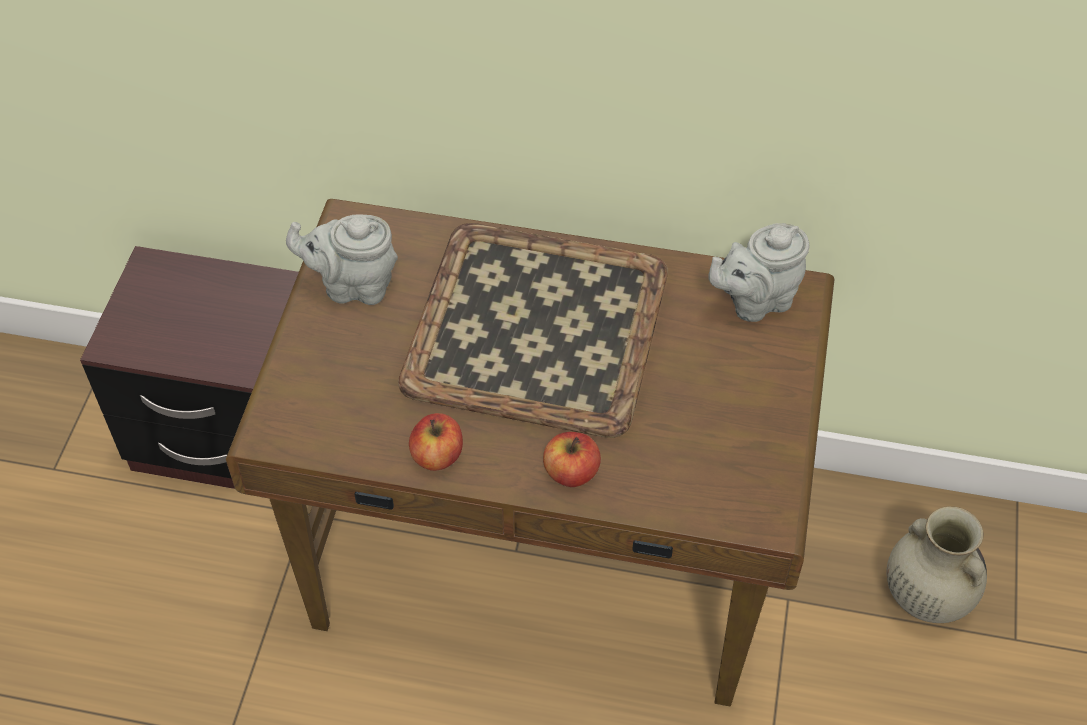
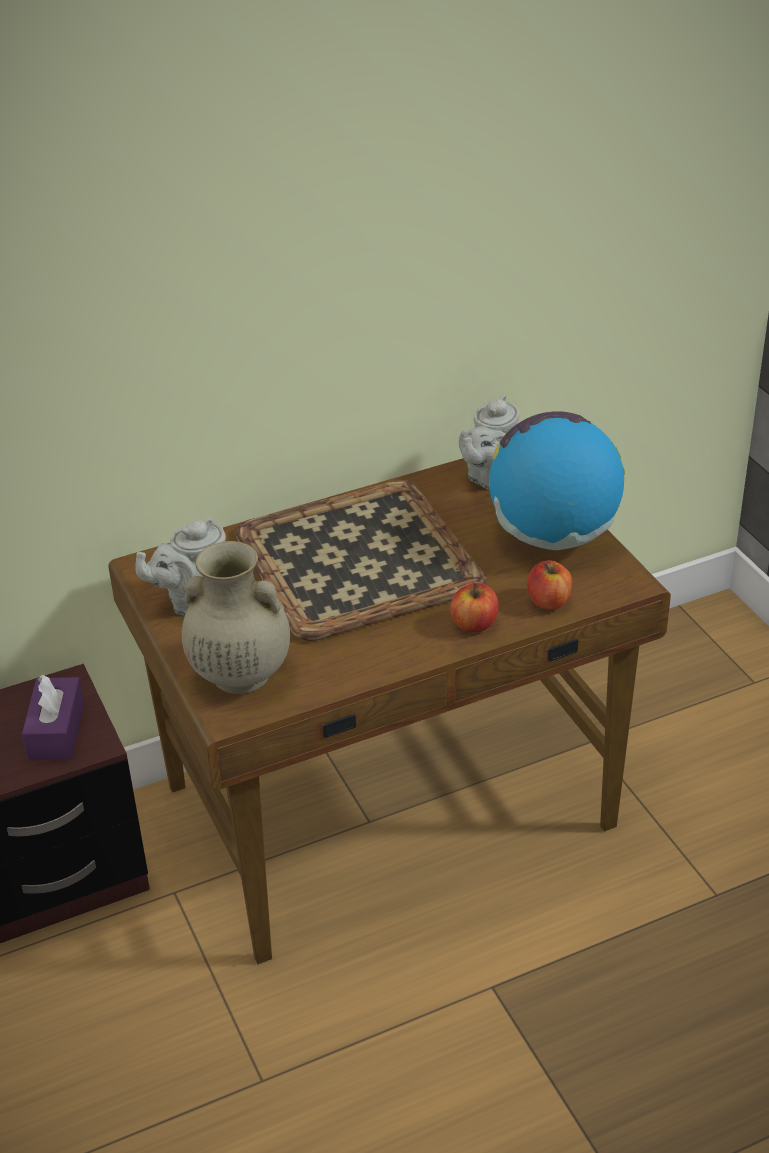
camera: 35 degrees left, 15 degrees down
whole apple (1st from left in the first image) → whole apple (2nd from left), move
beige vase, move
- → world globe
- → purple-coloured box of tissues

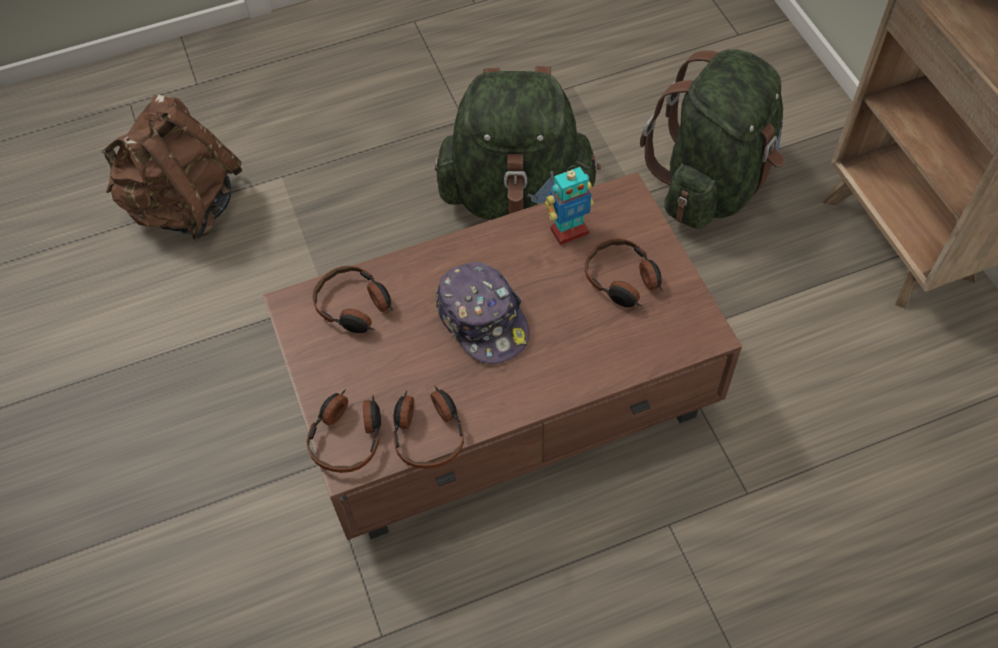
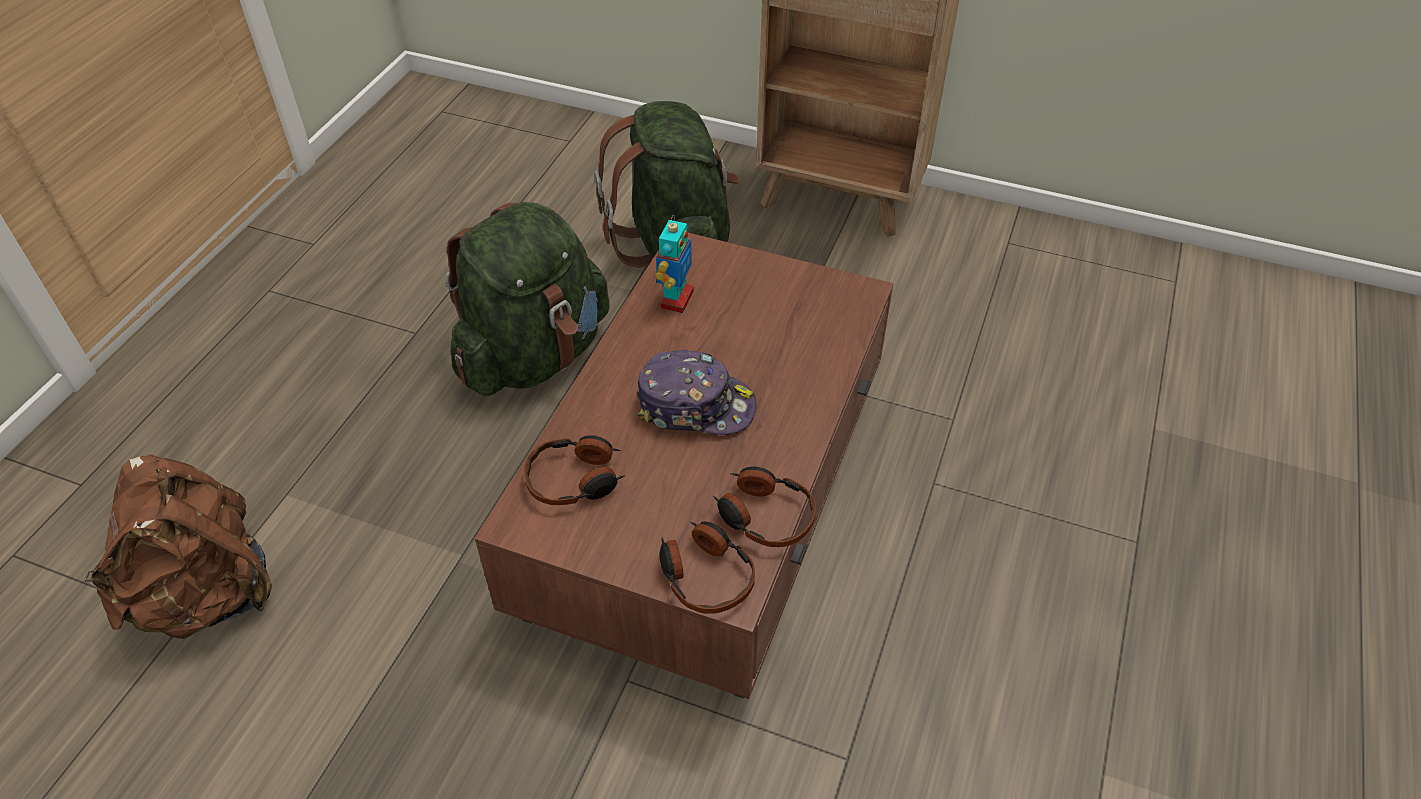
camera: 50 degrees left, 10 degrees down
headset (4th from left) → -

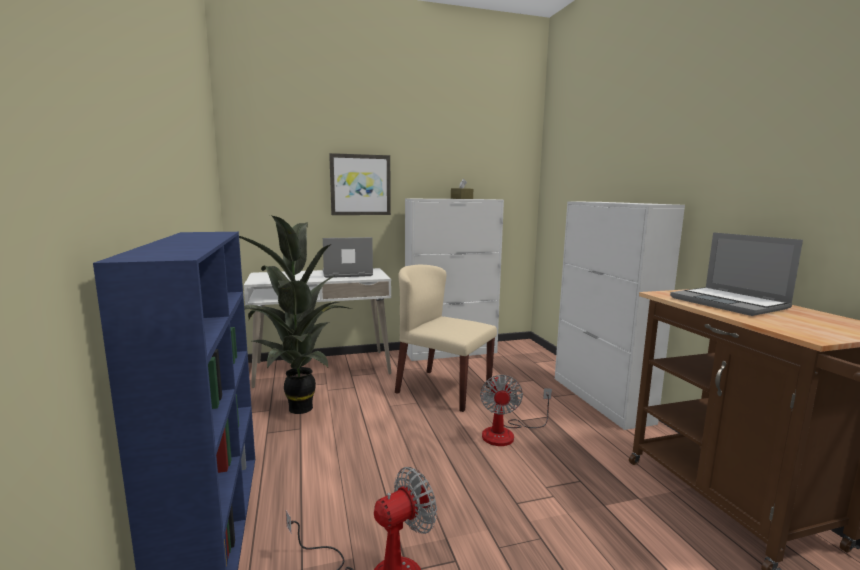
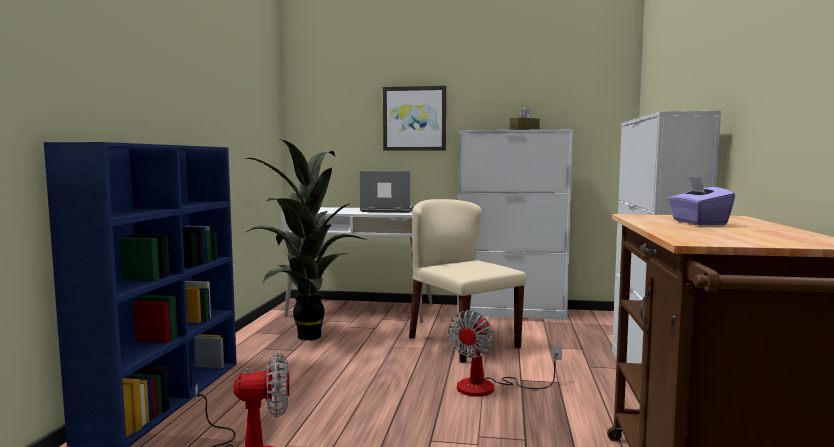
camera: 25 degrees right, 5 degrees down
portable computer (2nd from left) → purple-coloured box of tissues

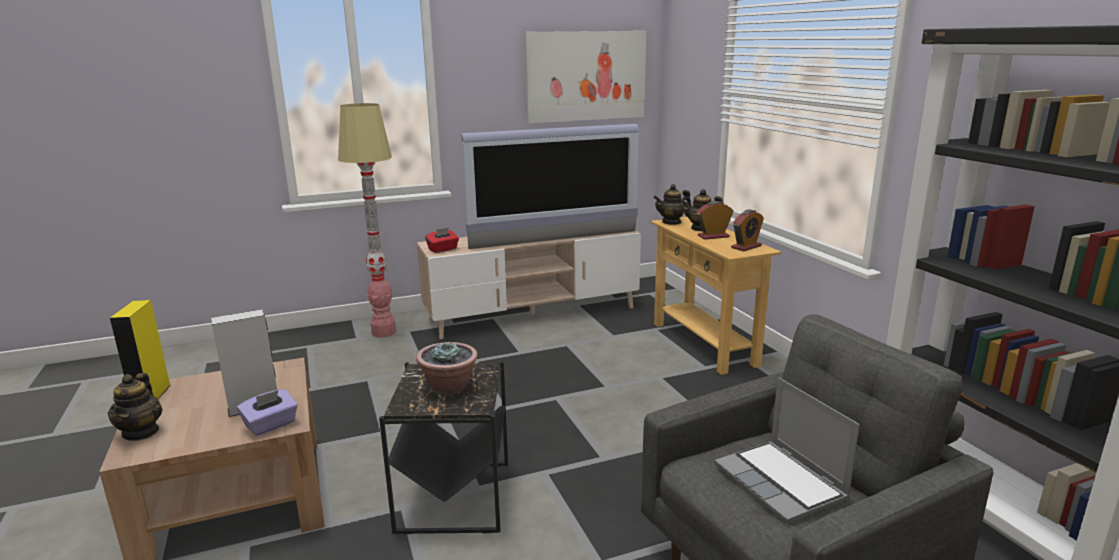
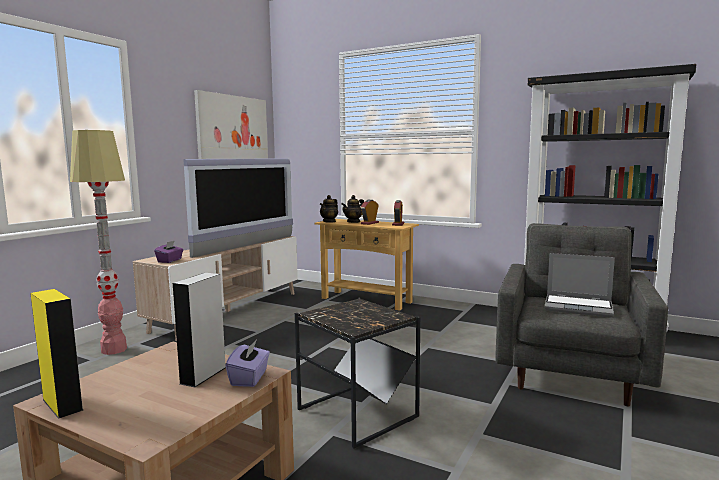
camera: 40 degrees left, 10 degrees down
red box of tissues → purple-coloured box of tissues (1st from left)
houseplant → -
pot for tea (1st from left) → -

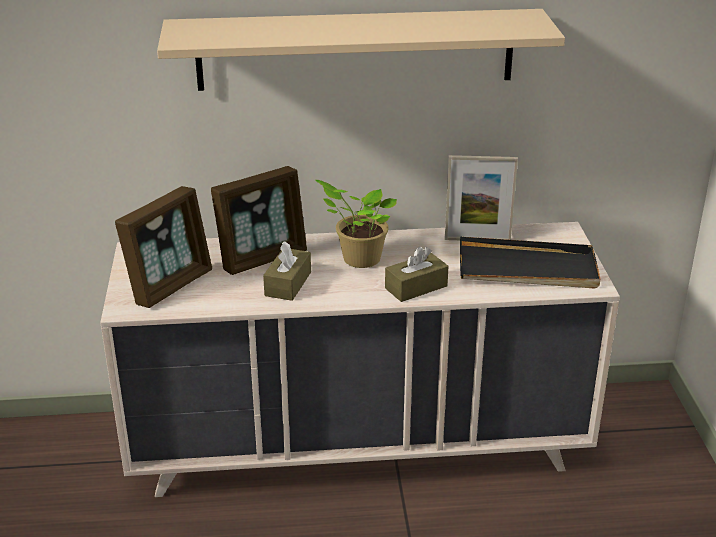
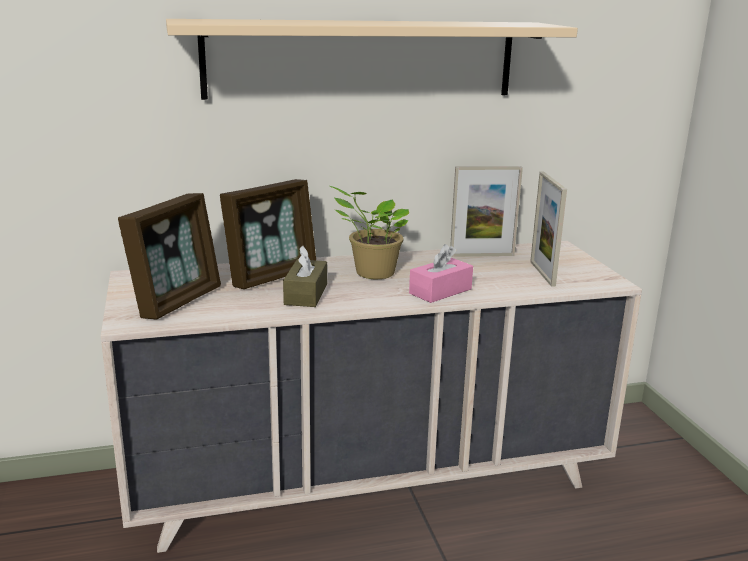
camera: 10 degrees left, 10 degrees down
black-coloured carrying tray → photo frame (4th from left)
brown box of tissues (2nd from left) → pinkish box of tissues

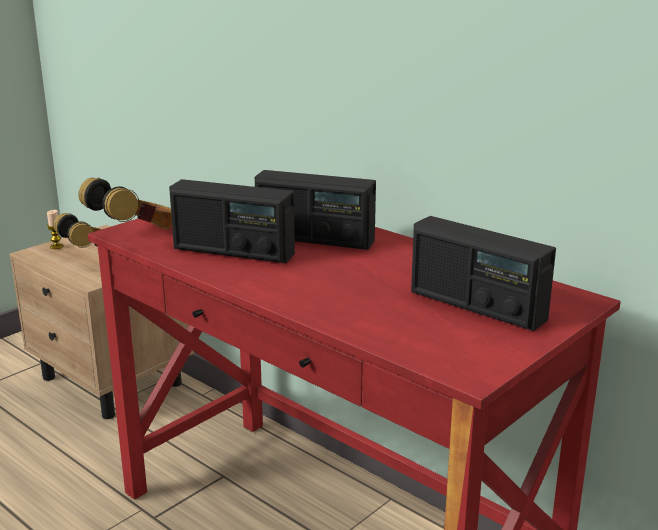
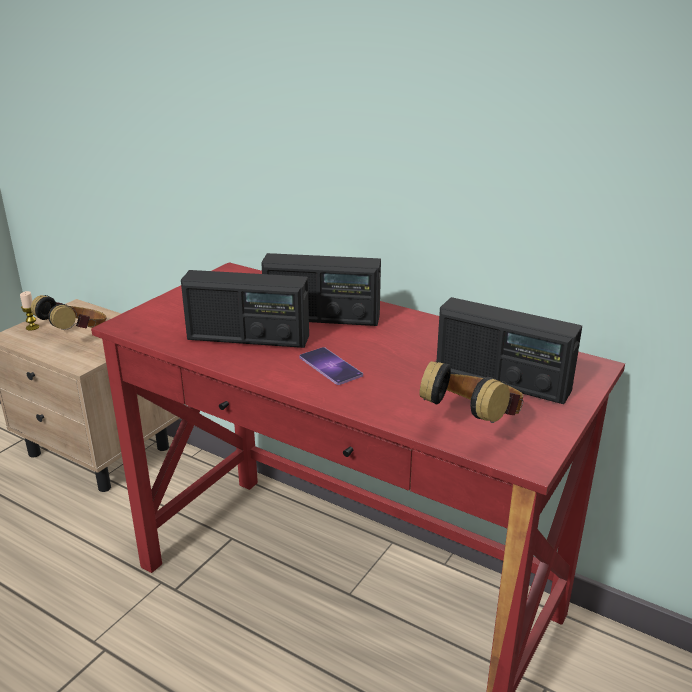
camera: 10 degrees left, 5 degrees up
headset (2nd from left), move
- → phone

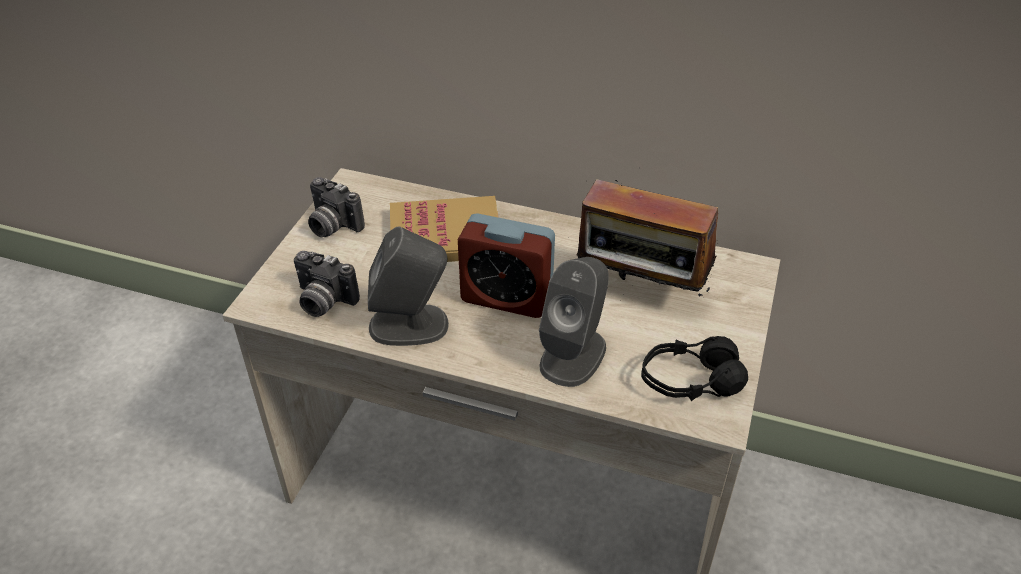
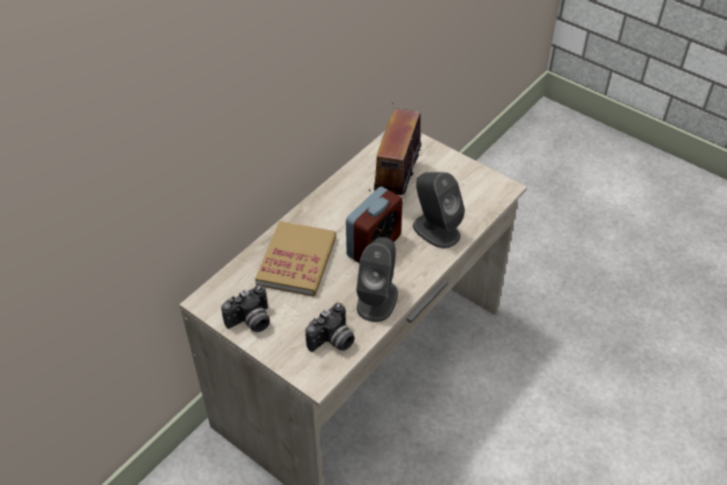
camera: 70 degrees left, 5 degrees up
radio set, 150 degrees clockwise
black-coloured headset → -

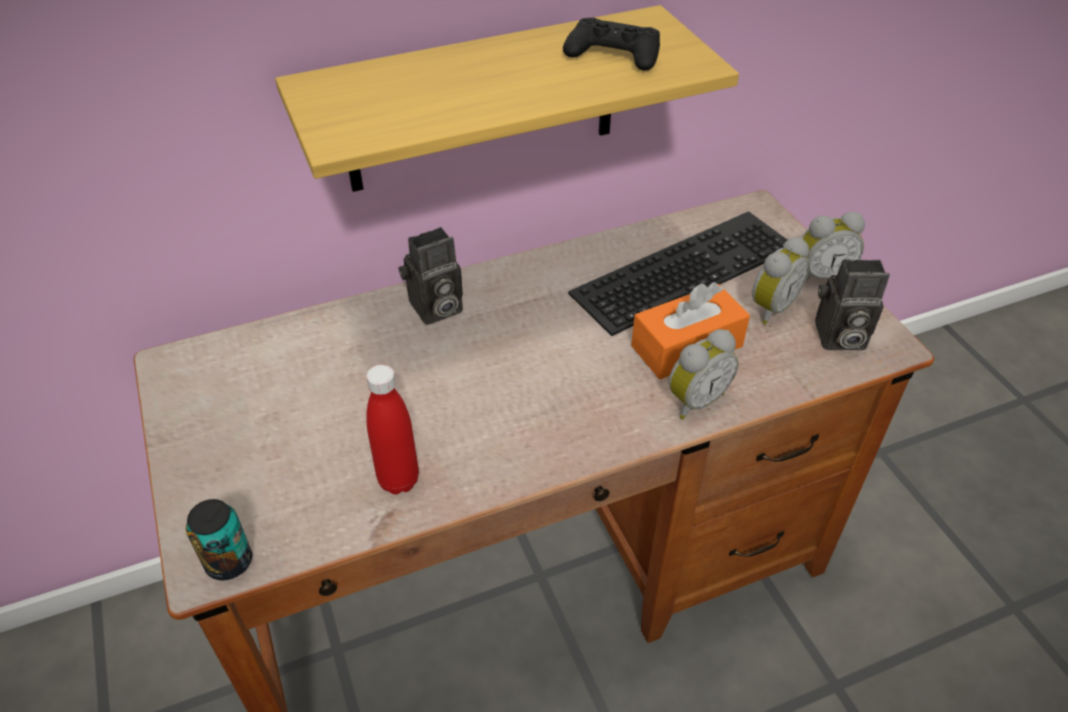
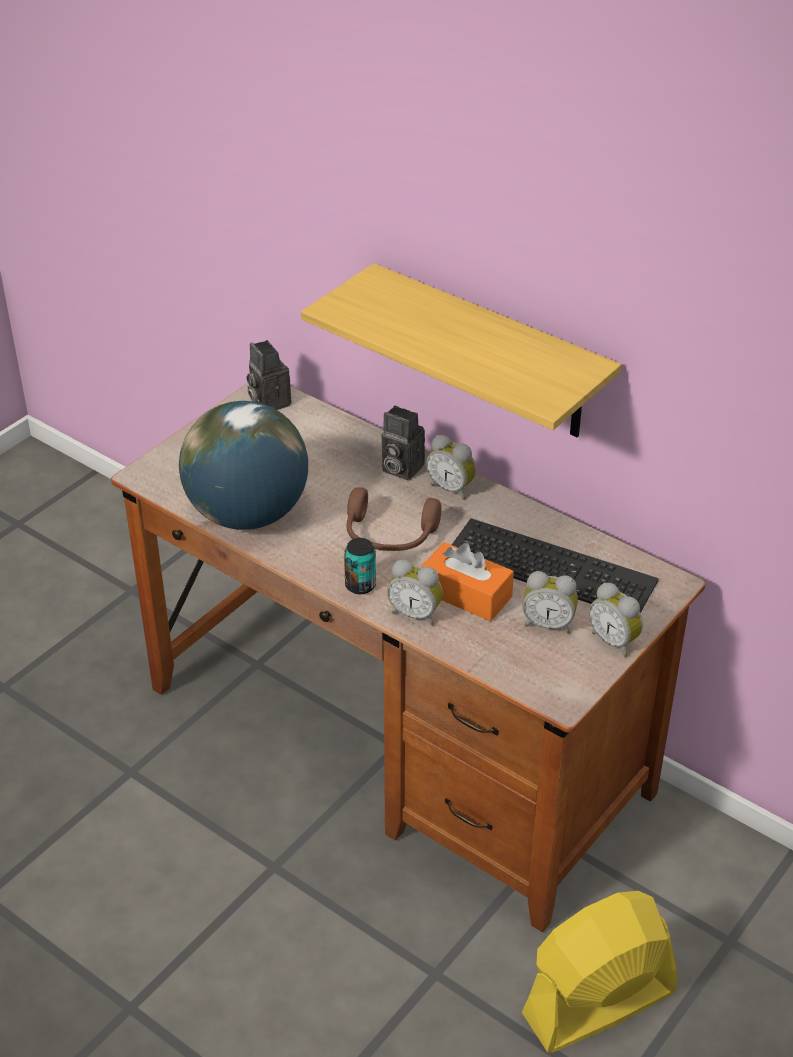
camera: 60 degrees right, 5 degrees down
black-coloured joypad → -
still camera (2nd from left in the first image) → still camera (1st from left), move
red beverage bottle → world globe
sealed can, move
- → table clock (2nd from left)
- → brown headset
- → yellow electric fan

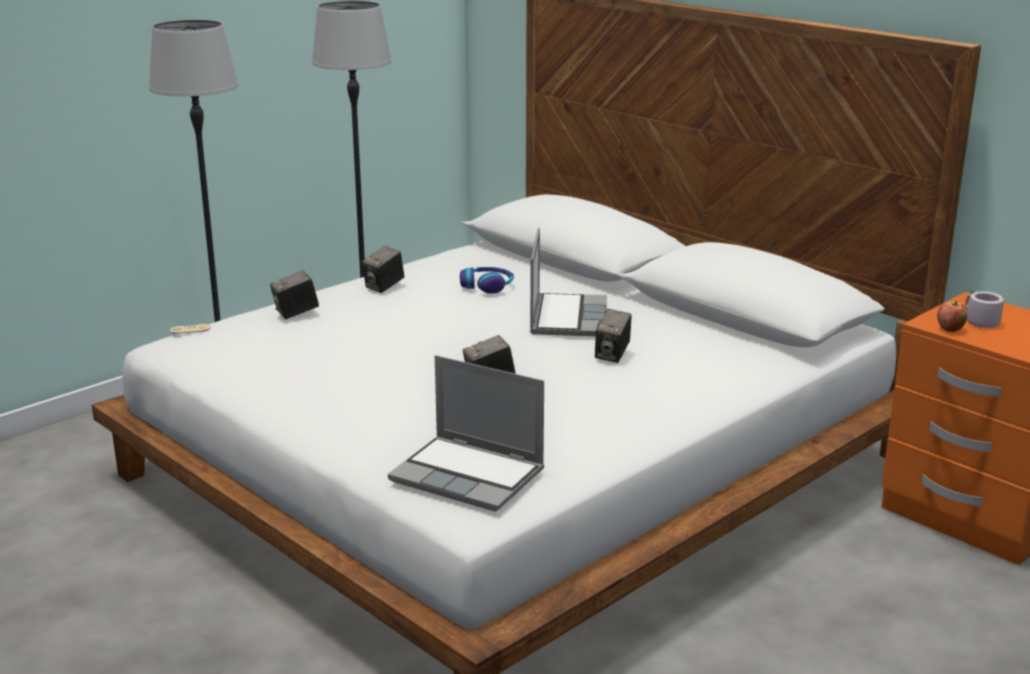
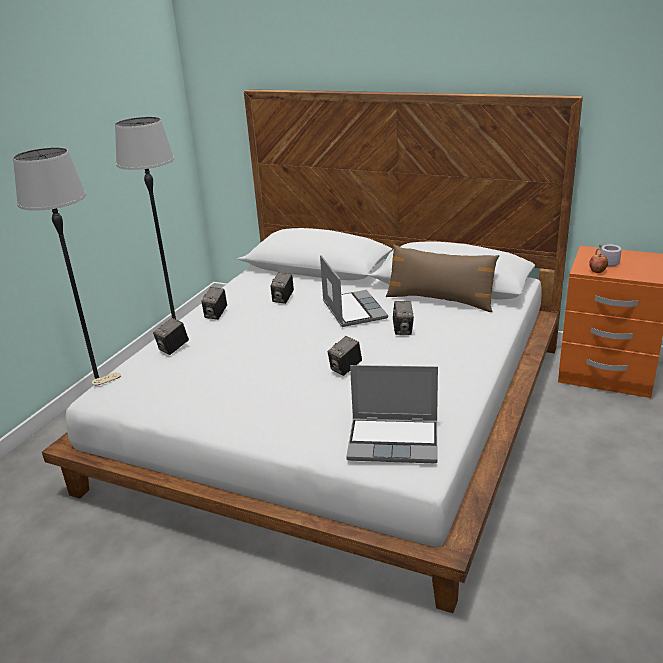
camera: 20 degrees left, 5 degrees up
headset → still camera (3rd from left)
- → brown pillow

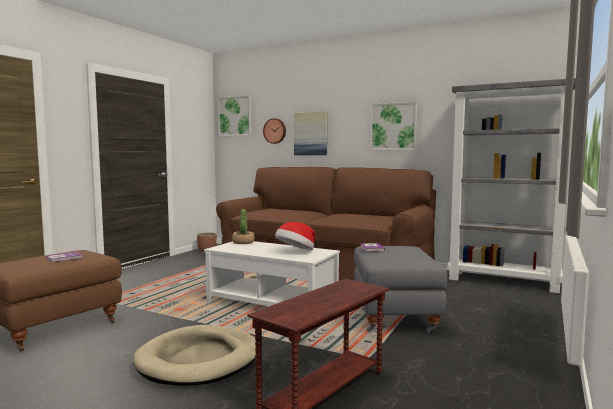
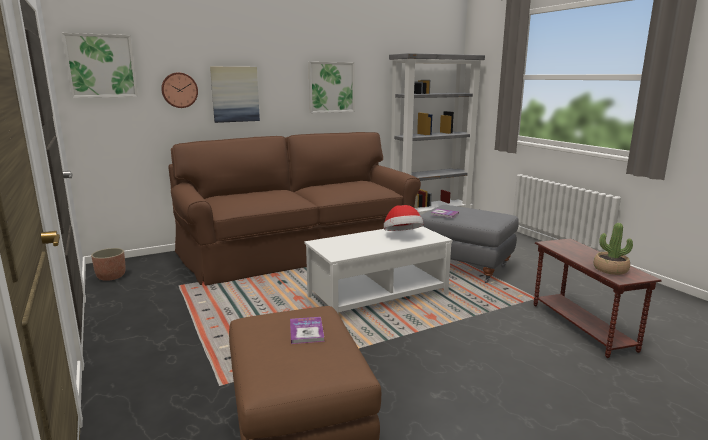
camera: 55 degrees left, 10 degrees up
houseplant, move
beige pet bed → -

